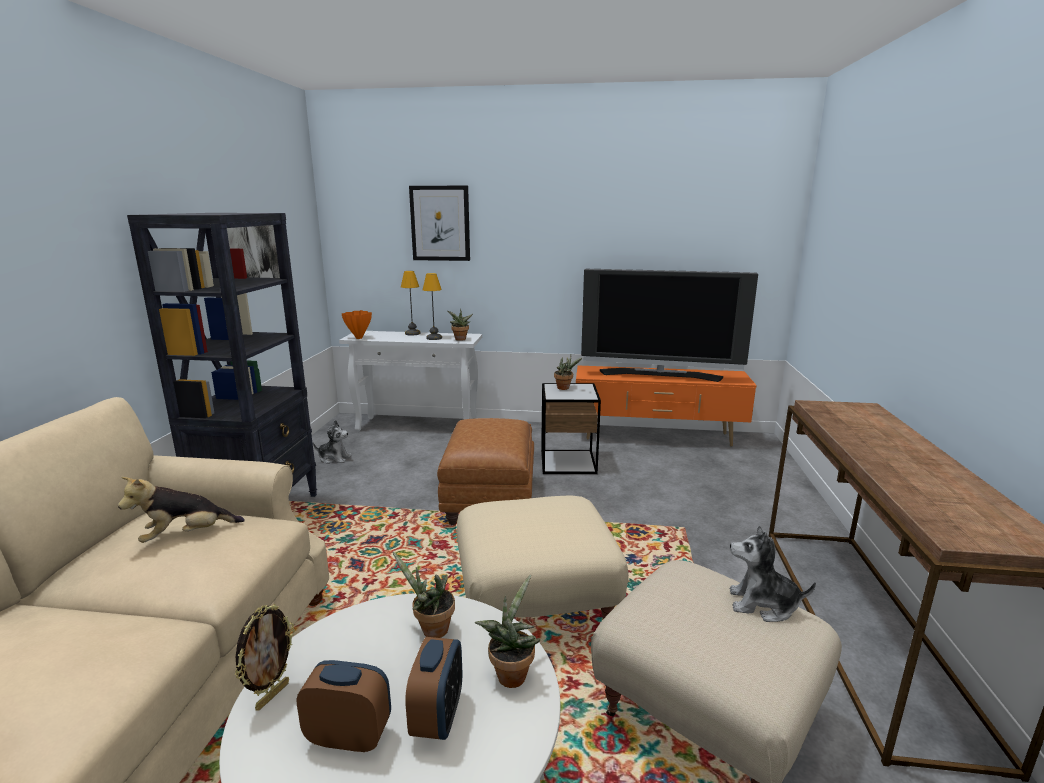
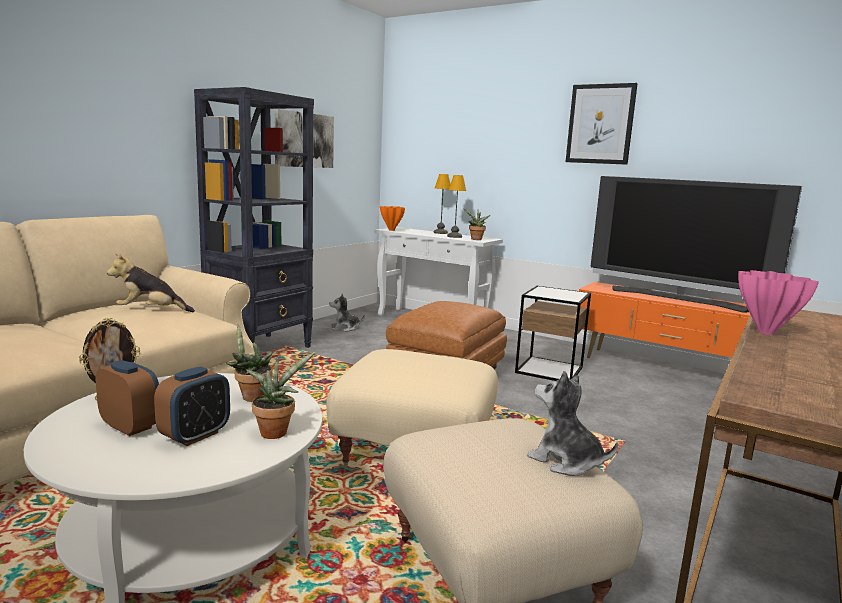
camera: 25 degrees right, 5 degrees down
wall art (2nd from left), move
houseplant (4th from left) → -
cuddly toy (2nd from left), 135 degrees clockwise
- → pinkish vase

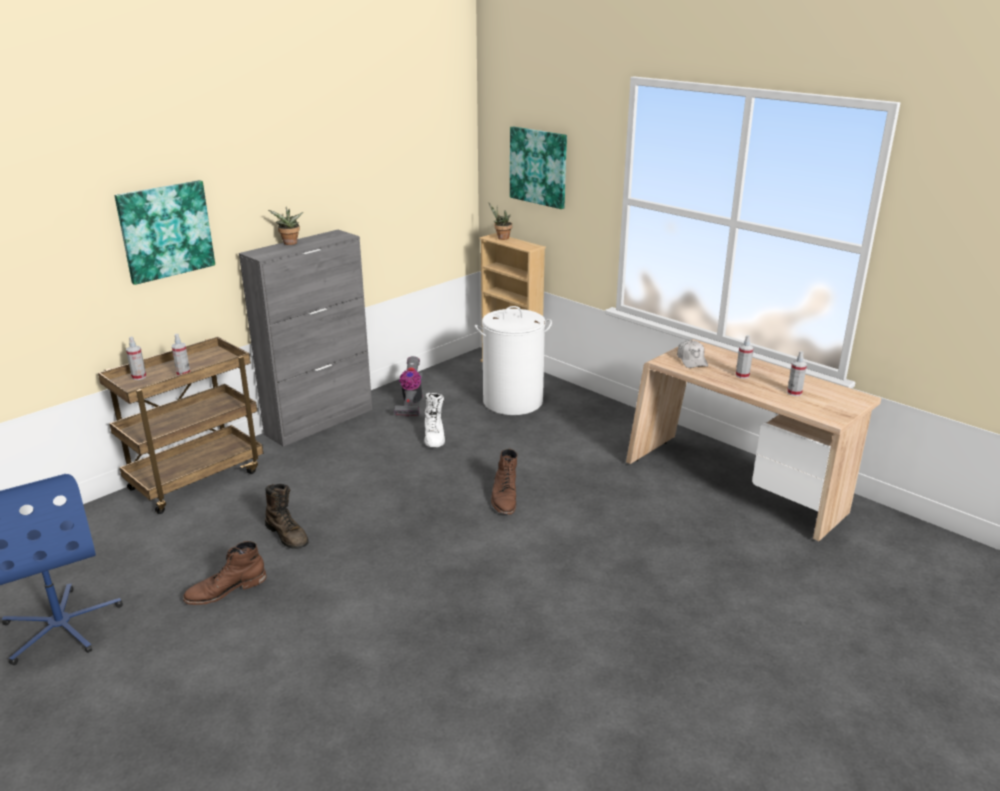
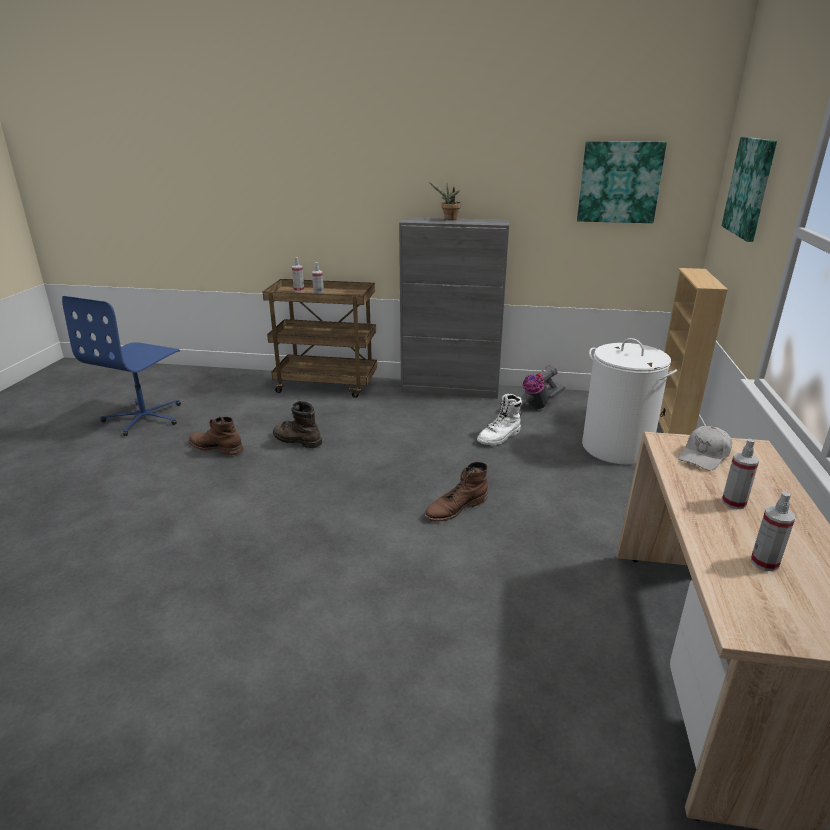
camera: 55 degrees right, 0 degrees up
wall art (1st from left), move
houseplant (2nd from left) → -
brown high-top boot (2nd from left), 105 degrees clockwise

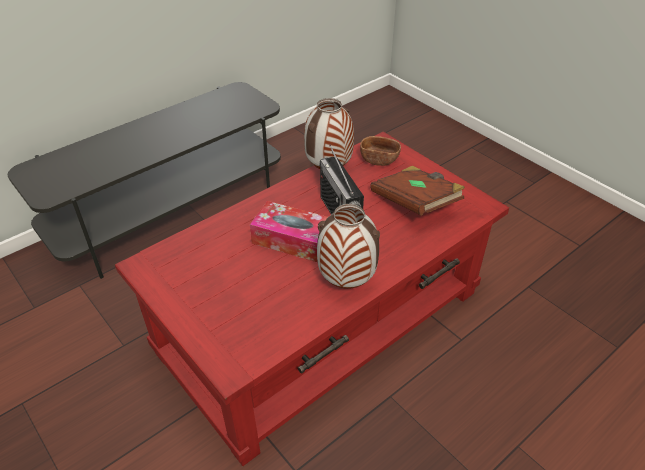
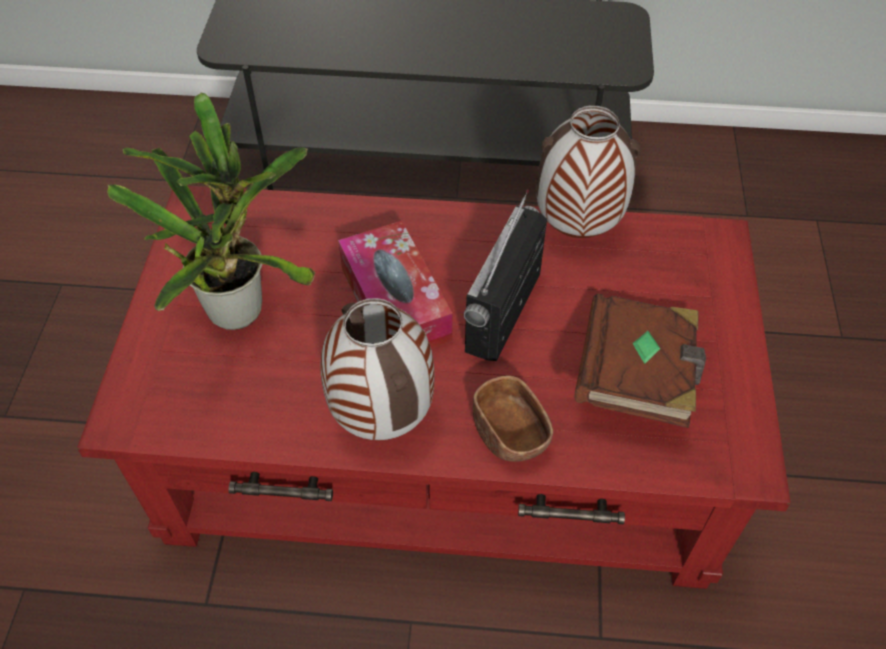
camera: 45 degrees right, 10 degrees up
brown bowl, move
- → houseplant

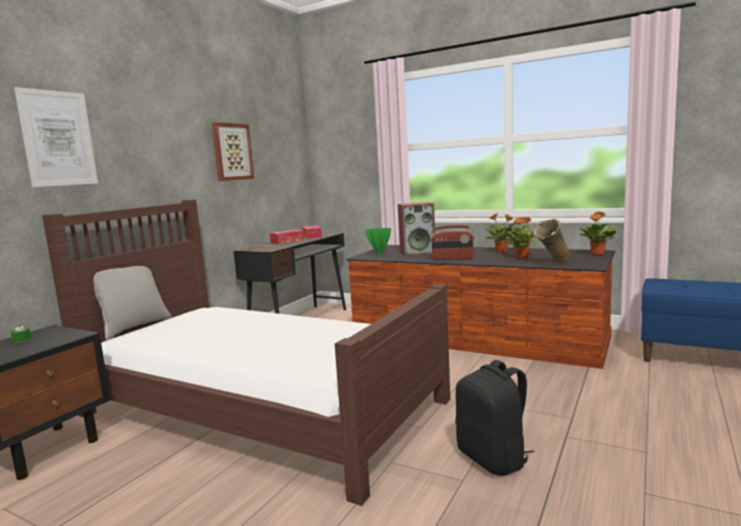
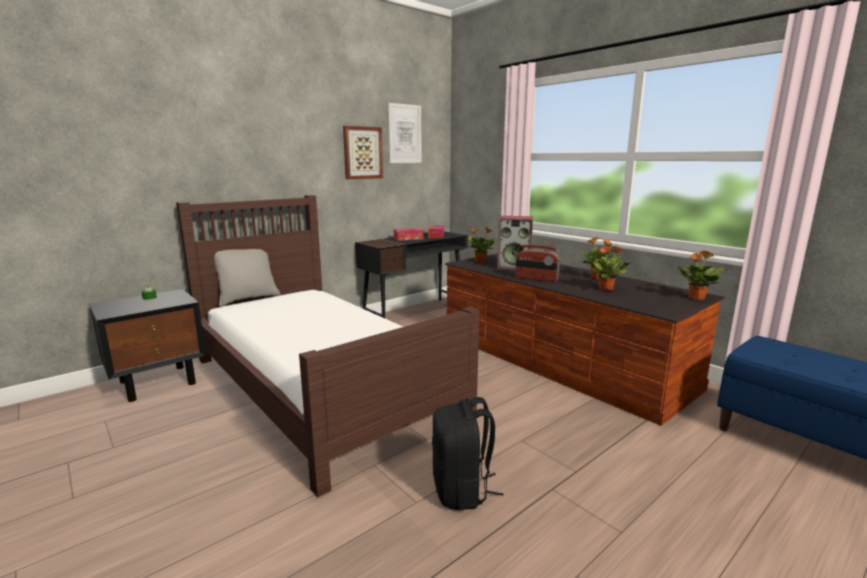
camera: 20 degrees right, 5 degrees up
wall art (1st from left in the first image) → wall art (2nd from left), move
beige vase → -
green vase → houseplant (1st from left)

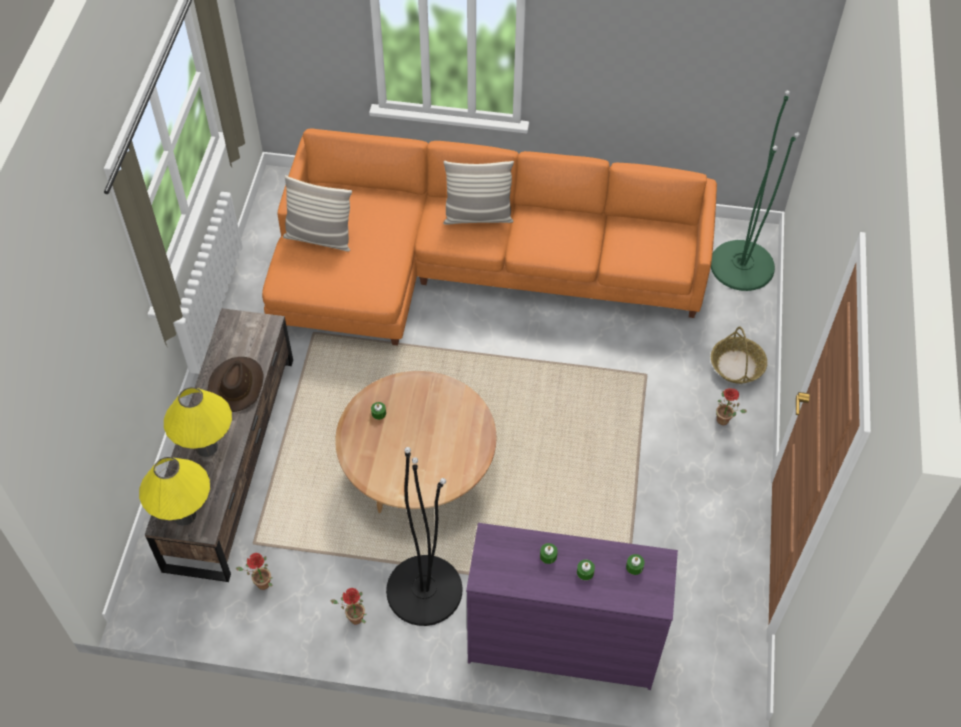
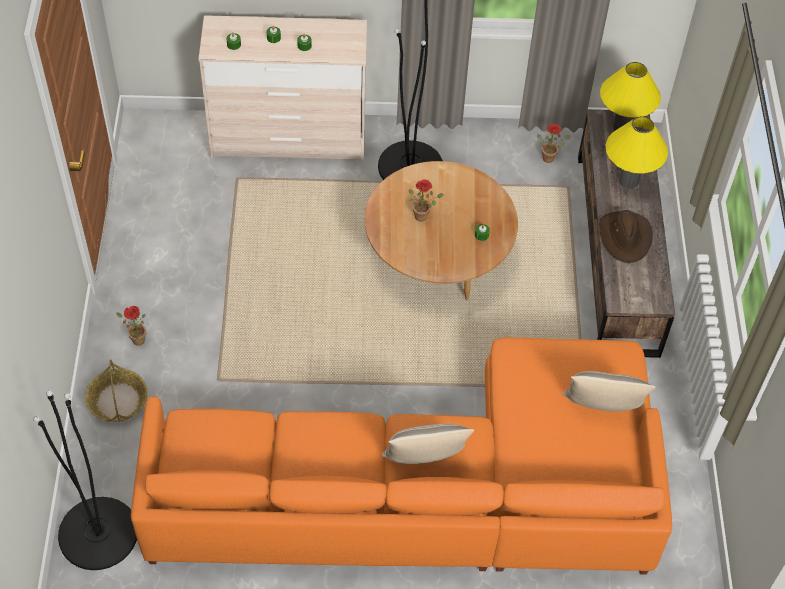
camera: 170 degrees right, 0 degrees up
green standard lamp → black-coloured standard lamp (1st from left)
purple-coloured dresser → beige dresser
houseplant (2nd from left), move

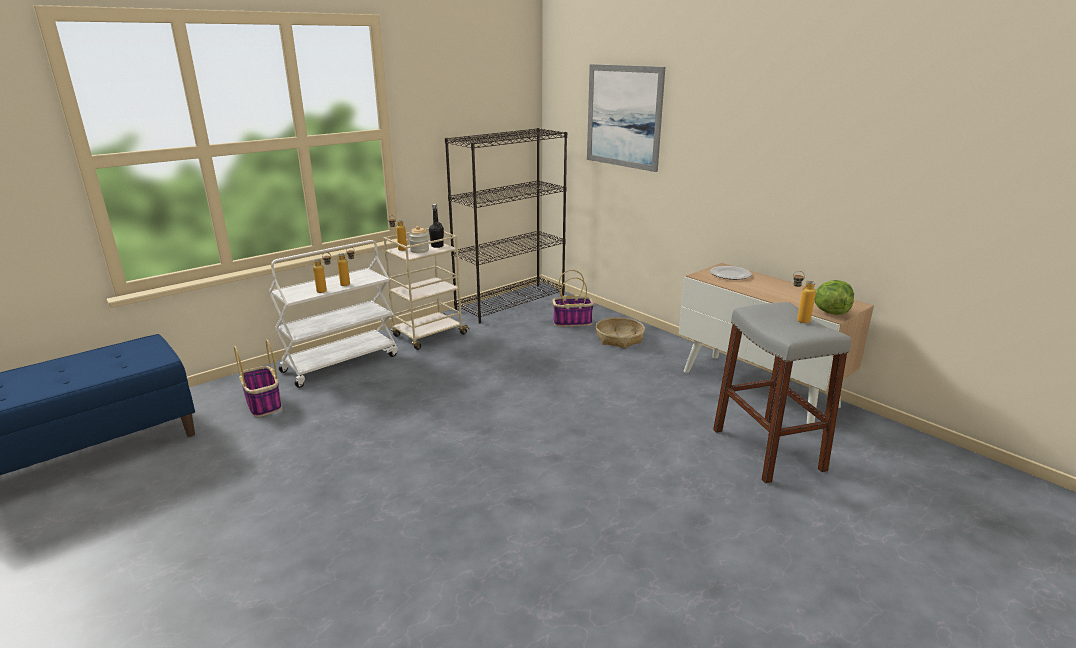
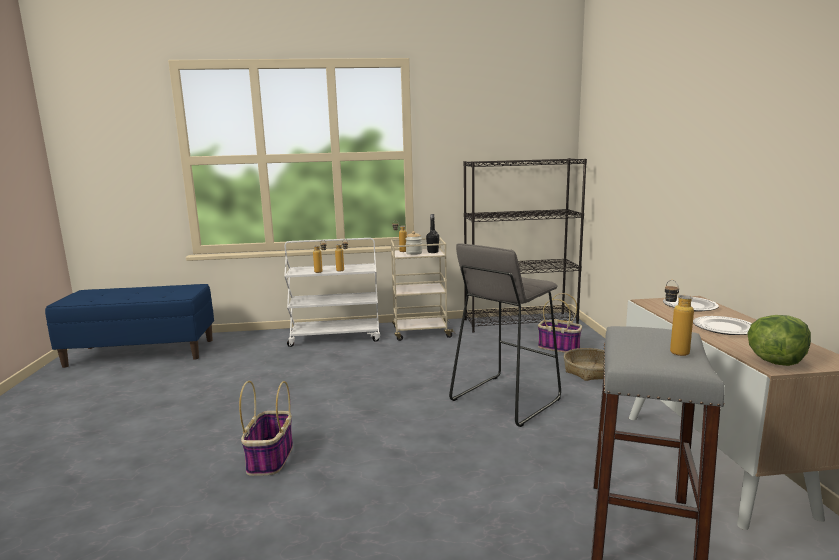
camera: 35 degrees right, 10 degrees down
wall art → -
basket (1st from left), move
- → gray stool seat (1st from left)
- → dinner plate (2nd from left)

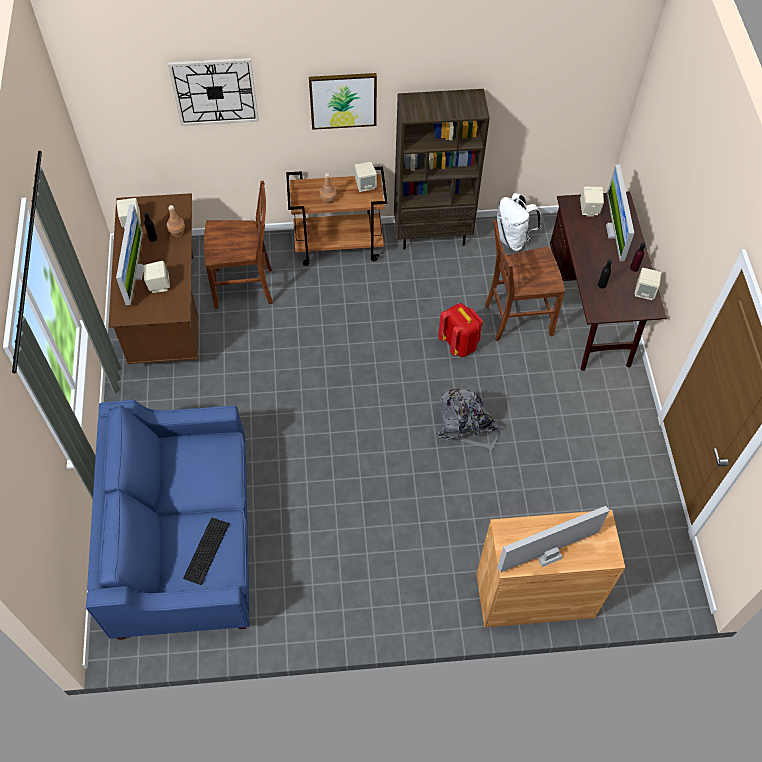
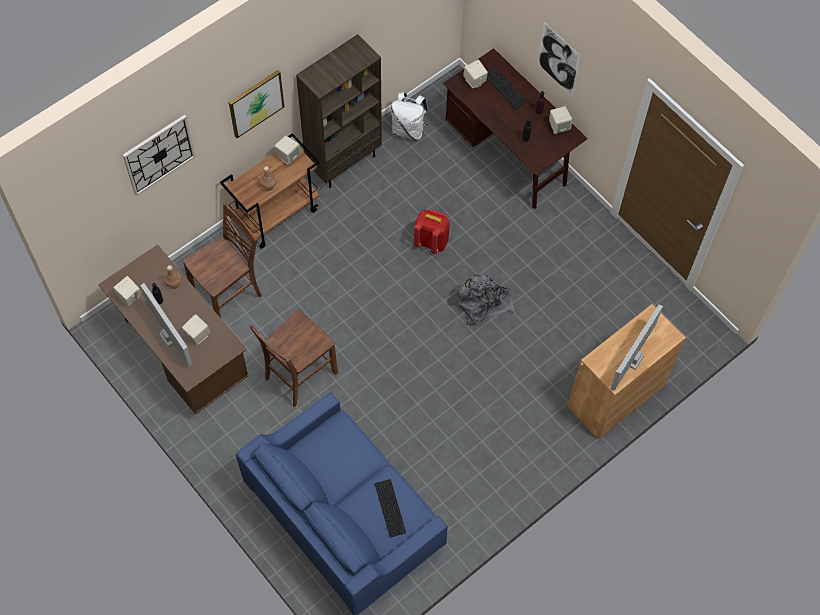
camera: 35 degrees left, 5 degrees up
monitor (3rd from left) → keyboard (2nd from left)
brown chair (2nd from left), move
- → wall art (2nd from left)

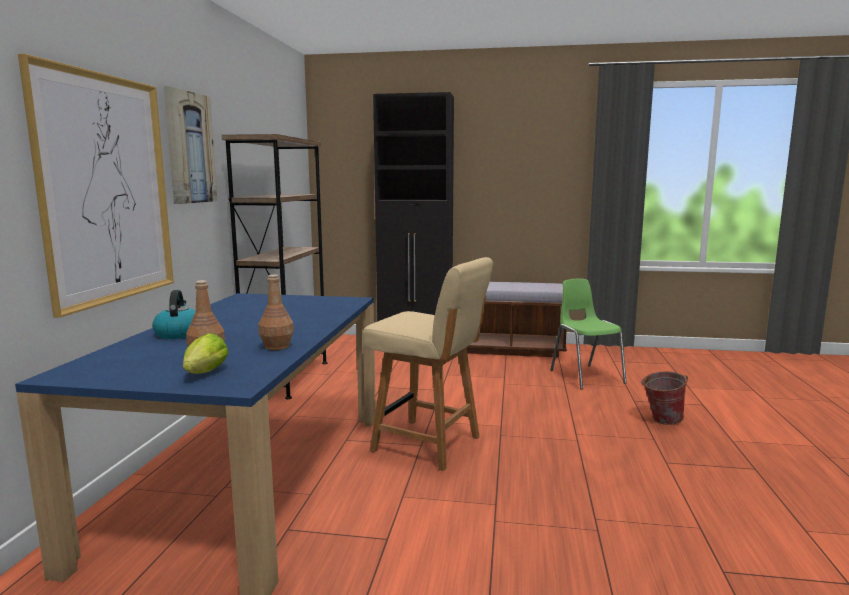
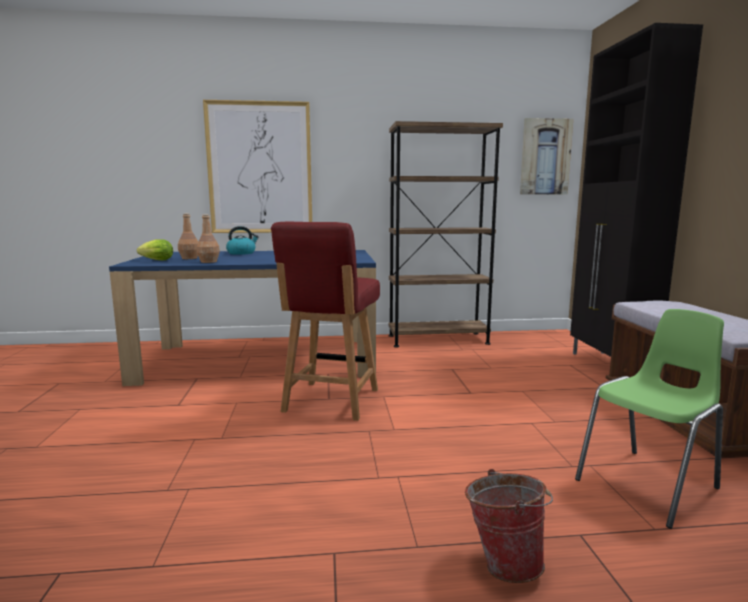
camera: 75 degrees right, 0 degrees up
wall art (2nd from left), move
beige chair → red chair

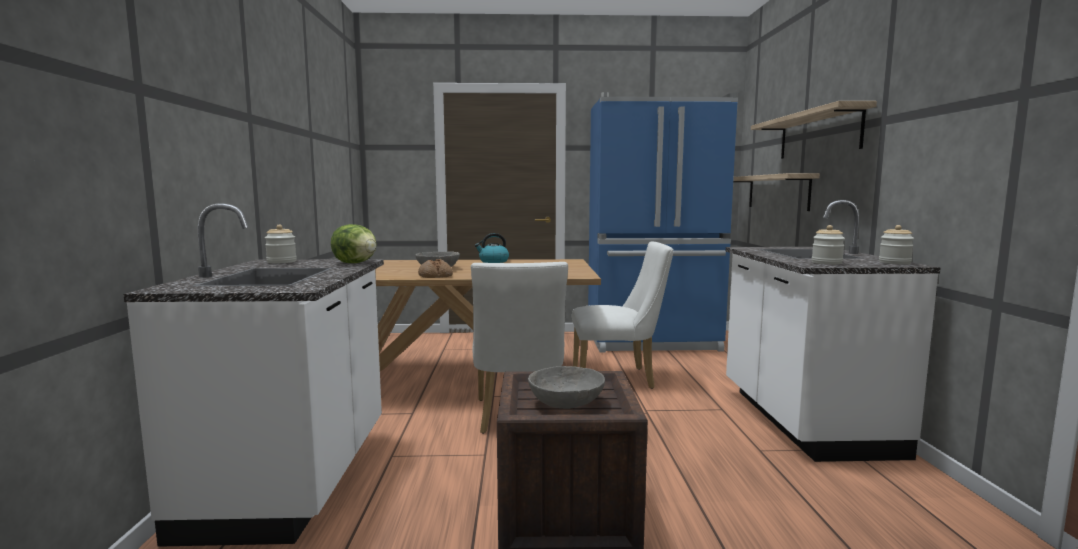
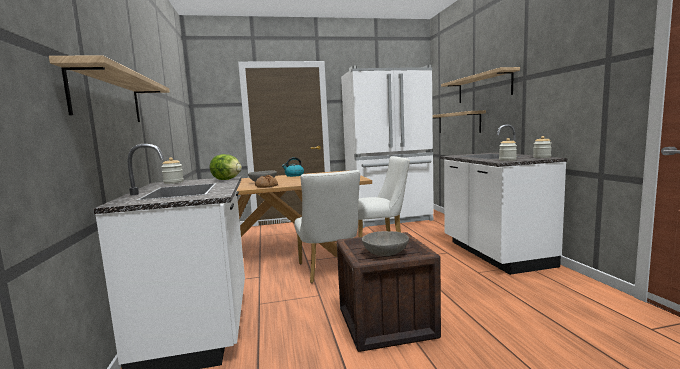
camera: 10 degrees left, 0 degrees up
bluish kitchen fridge → white-coloured kitchen fridge
- → shelf (1st from left)

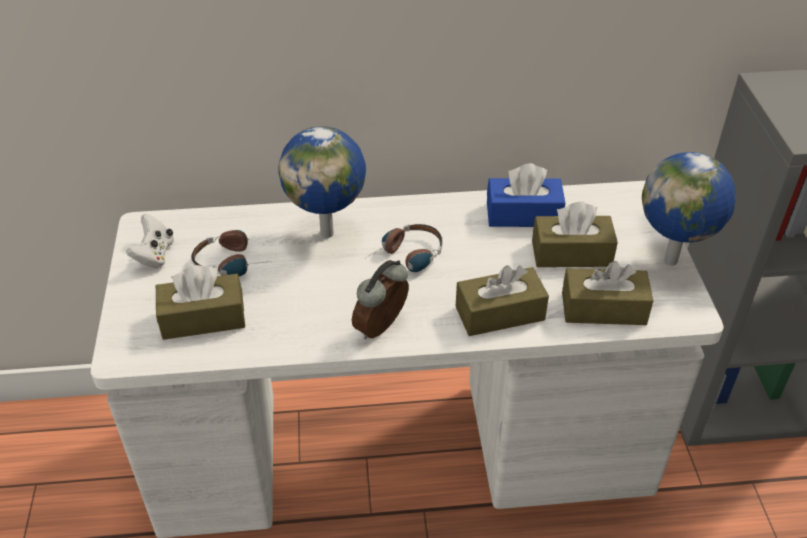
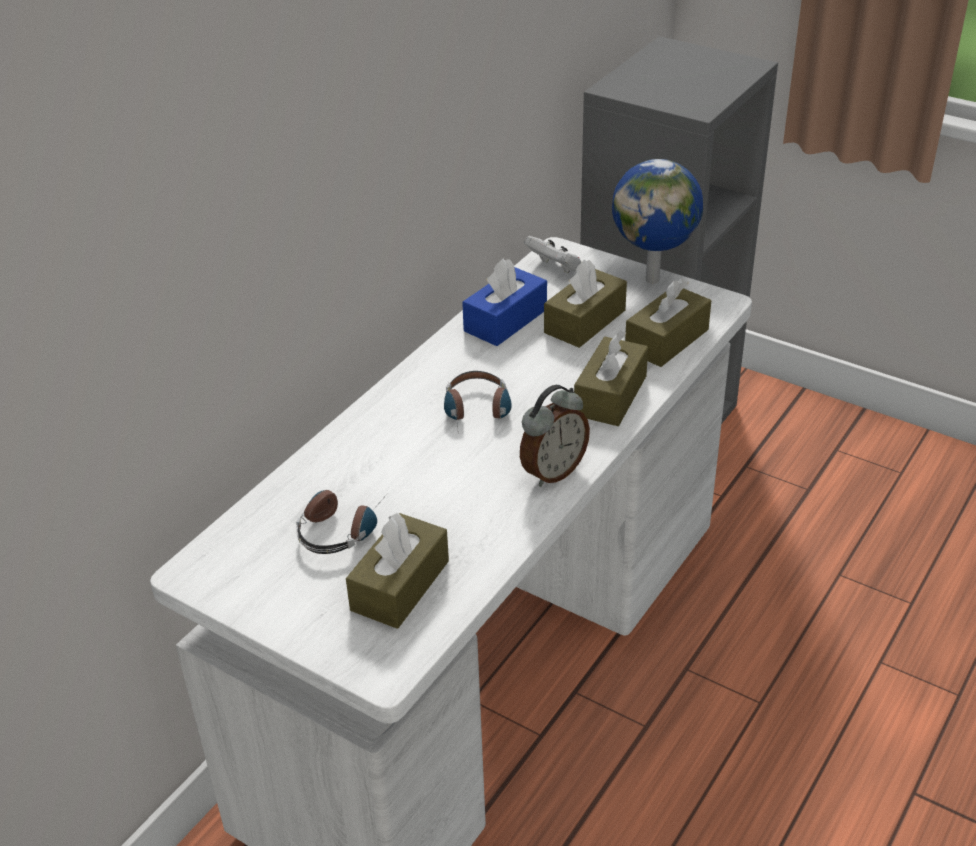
camera: 50 degrees left, 5 degrees down
world globe (1st from left) → -
white-coloured joypad, move
table clock, 120 degrees counterclockwise

